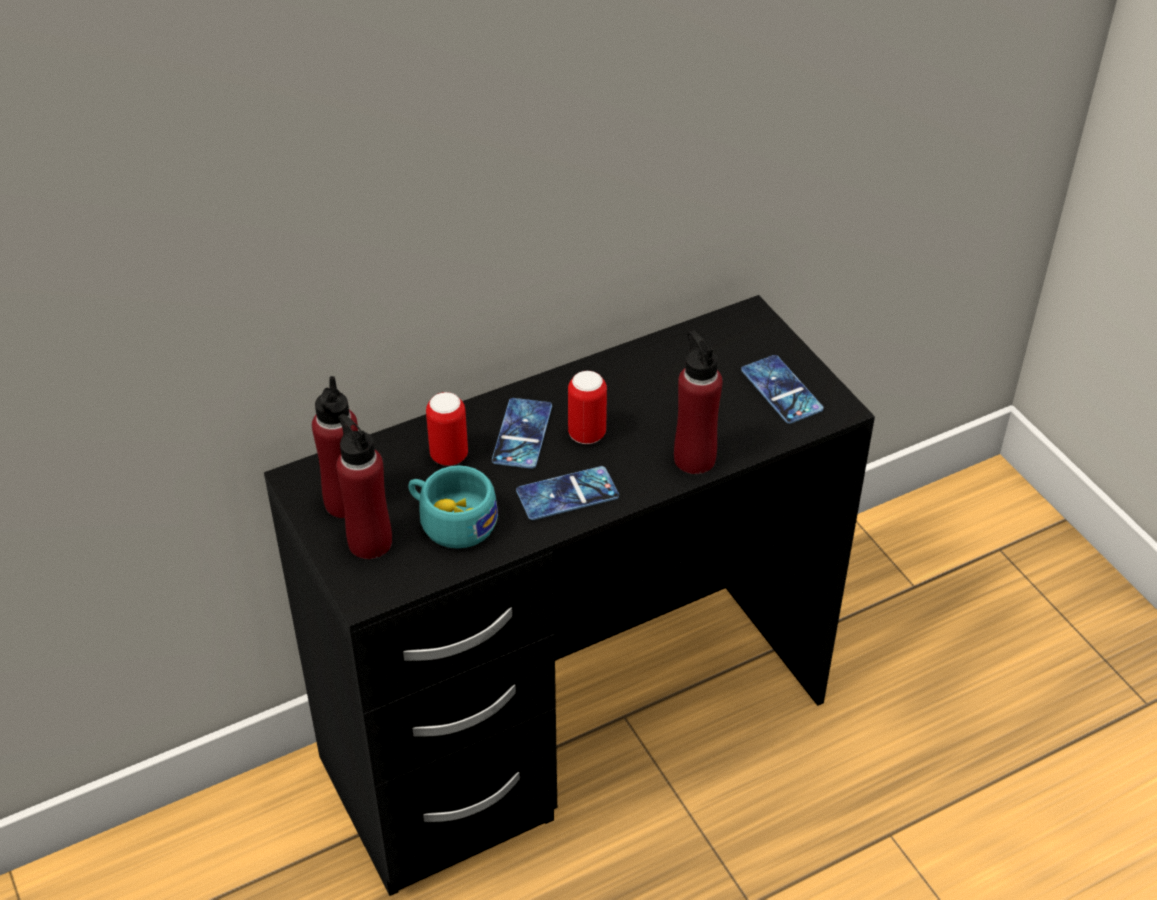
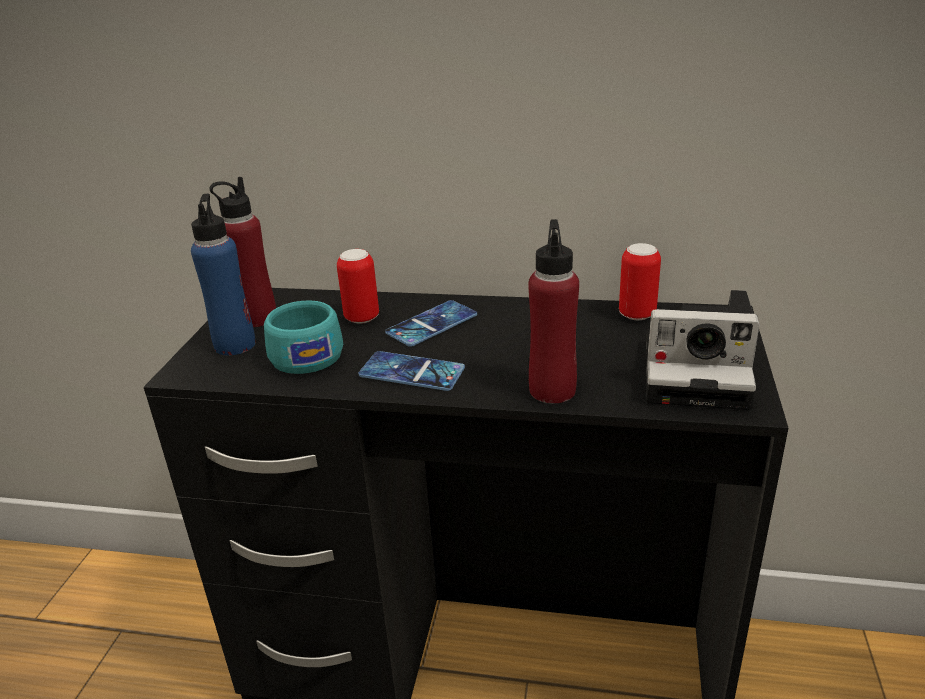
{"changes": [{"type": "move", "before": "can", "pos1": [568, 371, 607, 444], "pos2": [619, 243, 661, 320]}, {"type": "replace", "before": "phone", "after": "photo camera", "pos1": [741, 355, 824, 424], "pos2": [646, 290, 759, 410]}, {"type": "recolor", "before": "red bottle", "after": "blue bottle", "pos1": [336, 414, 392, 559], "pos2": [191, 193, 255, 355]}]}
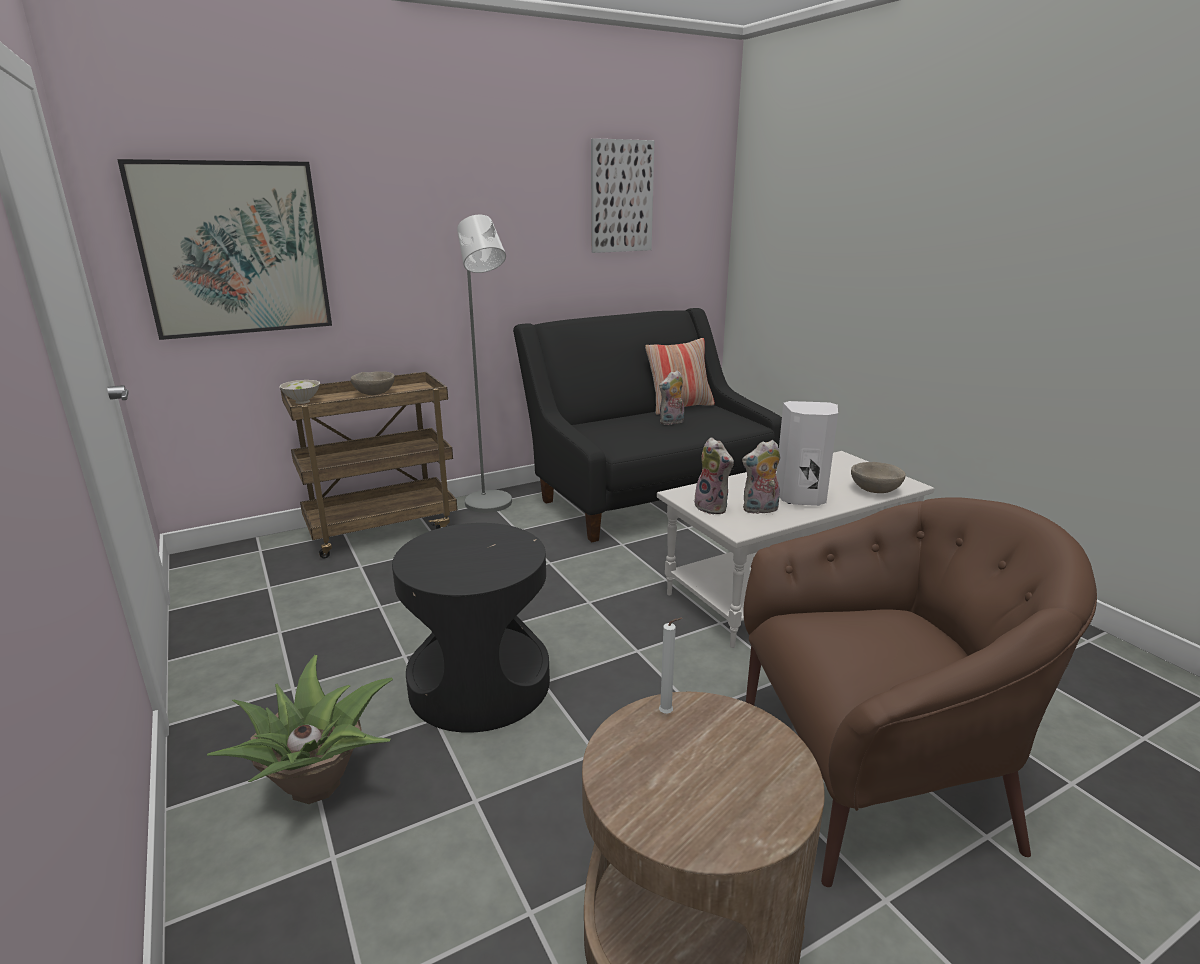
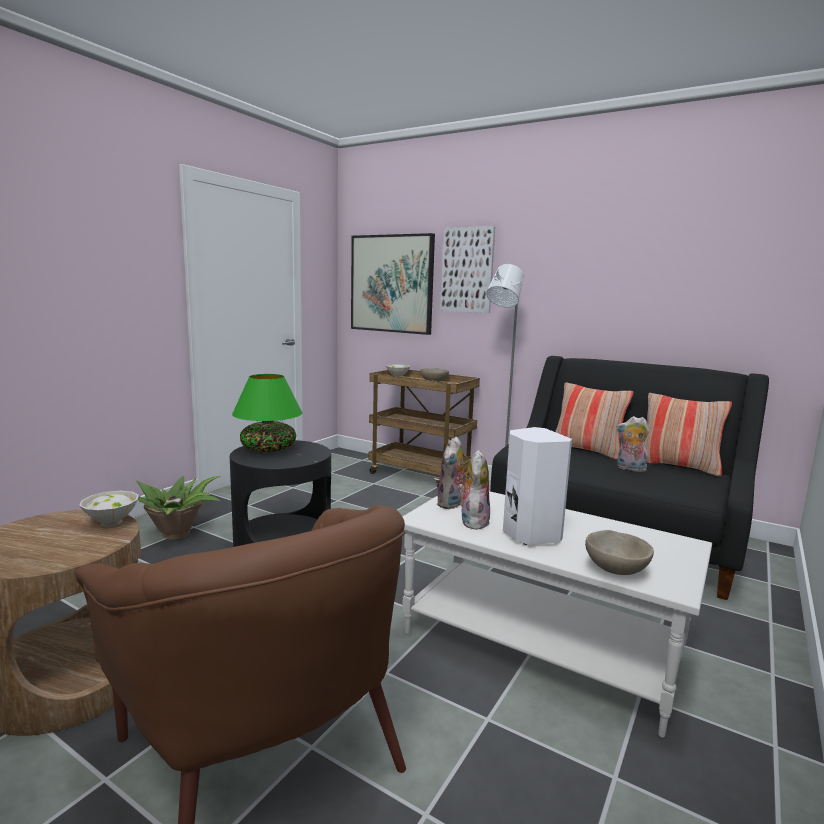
{"changes": [{"type": "insert", "after": "green table lamp", "pos2": [232, 374, 302, 452]}, {"type": "insert", "after": "pillow", "pos2": [555, 382, 634, 460]}, {"type": "move", "before": "picture", "pos1": [591, 138, 654, 253], "pos2": [440, 226, 495, 313]}, {"type": "replace", "before": "white candle", "after": "white bowl", "pos1": [659, 618, 683, 714], "pos2": [79, 491, 139, 527]}, {"type": "rotate", "before": "plush toy", "pos1": [742, 440, 780, 514], "pos2": [458, 450, 490, 530], "turn": 60}]}
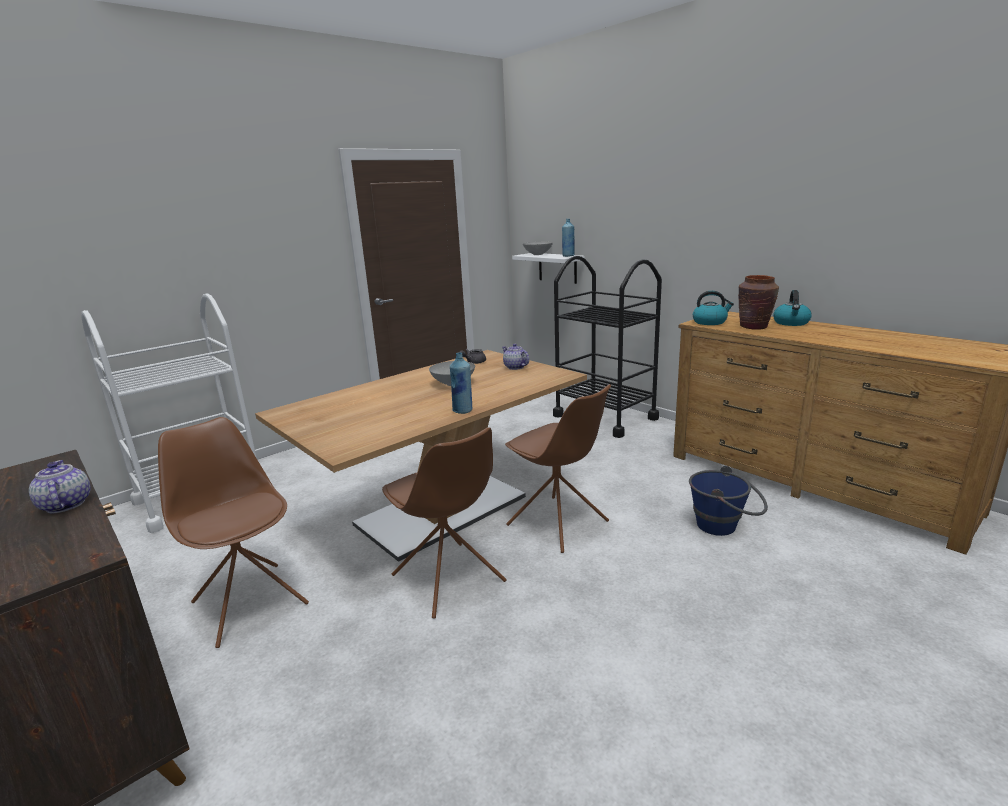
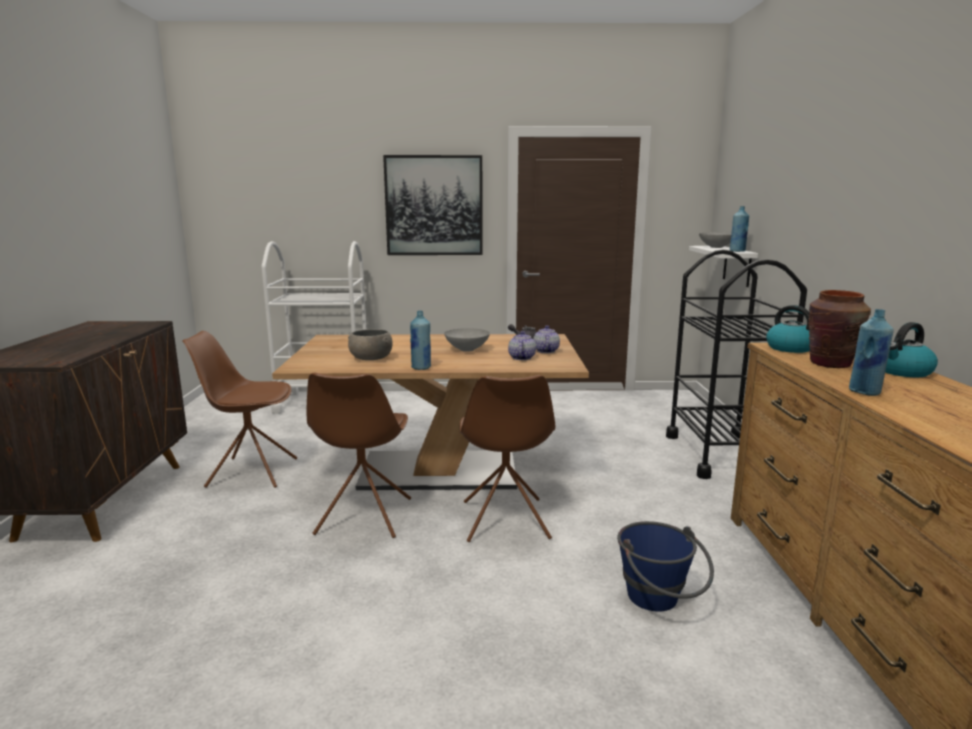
{"changes": [{"type": "insert", "after": "grey bowl", "pos2": [348, 329, 393, 360]}, {"type": "insert", "after": "picture", "pos2": [383, 155, 482, 255]}, {"type": "insert", "after": "blue bottle", "pos2": [849, 309, 894, 396]}, {"type": "move", "before": "teapot", "pos1": [29, 460, 91, 513], "pos2": [508, 331, 536, 360]}, {"type": "rotate", "before": "brown chair", "pos1": [158, 417, 309, 648], "pos2": [183, 331, 297, 488], "turn": -90}]}
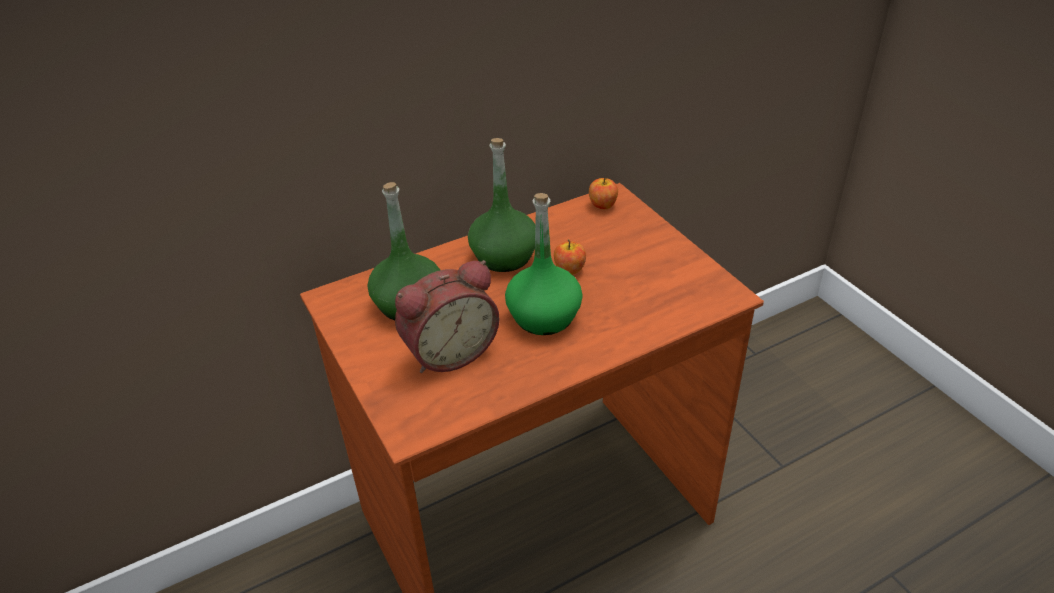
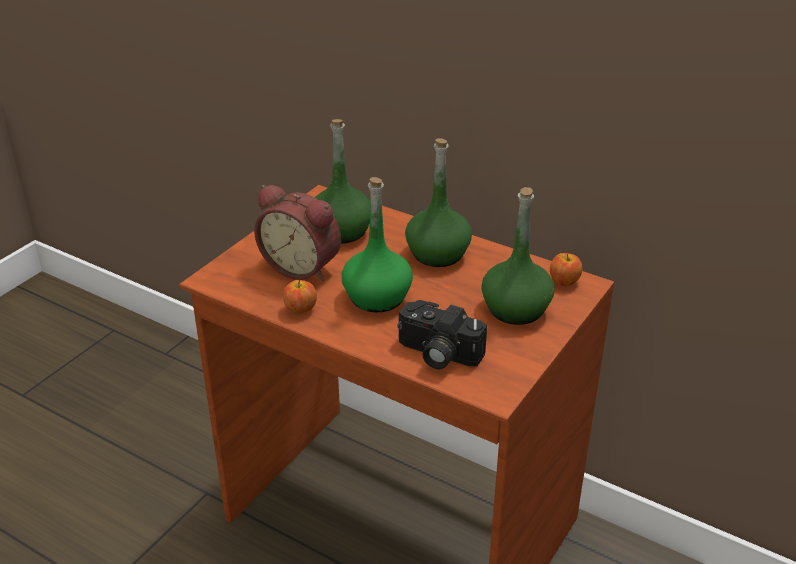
{"changes": [{"type": "insert", "after": "photo camera", "pos2": [397, 300, 487, 369]}, {"type": "insert", "after": "green bottle", "pos2": [481, 187, 554, 325]}, {"type": "move", "before": "apple", "pos1": [554, 239, 586, 275], "pos2": [283, 278, 317, 314]}]}
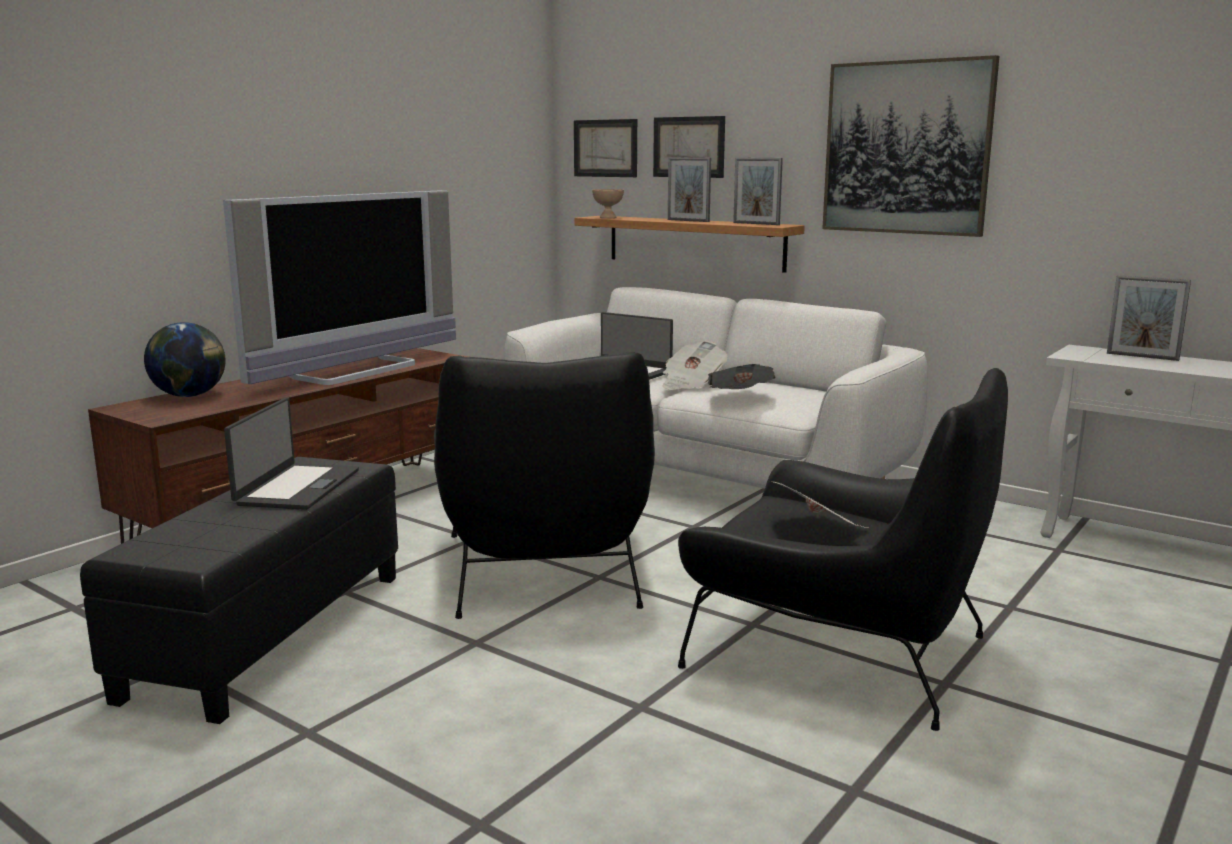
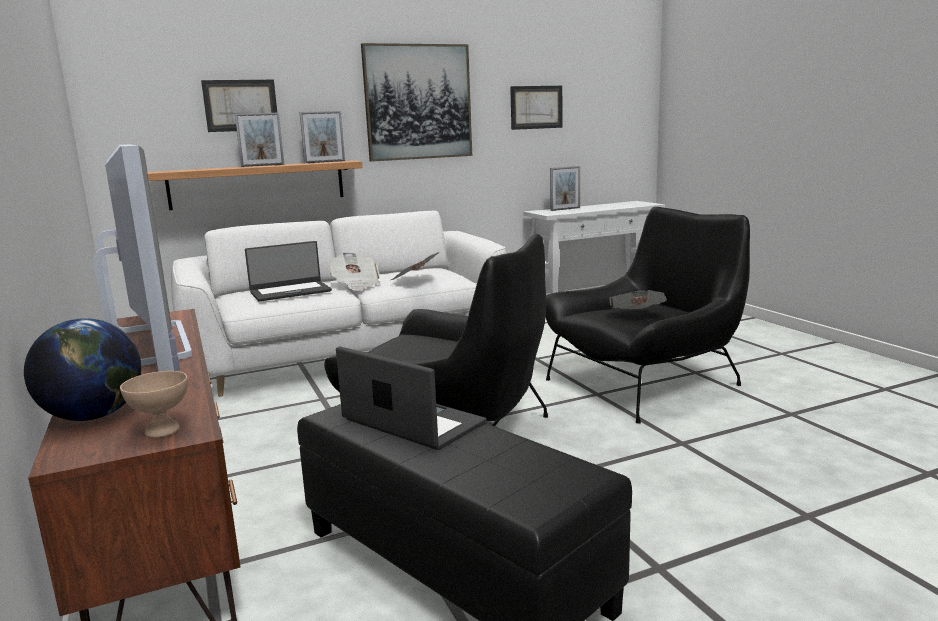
{"changes": [{"type": "move", "before": "picture", "pos1": [574, 119, 637, 177], "pos2": [510, 86, 563, 130]}, {"type": "move", "before": "beige bowl", "pos1": [592, 189, 624, 218], "pos2": [120, 371, 188, 438]}]}
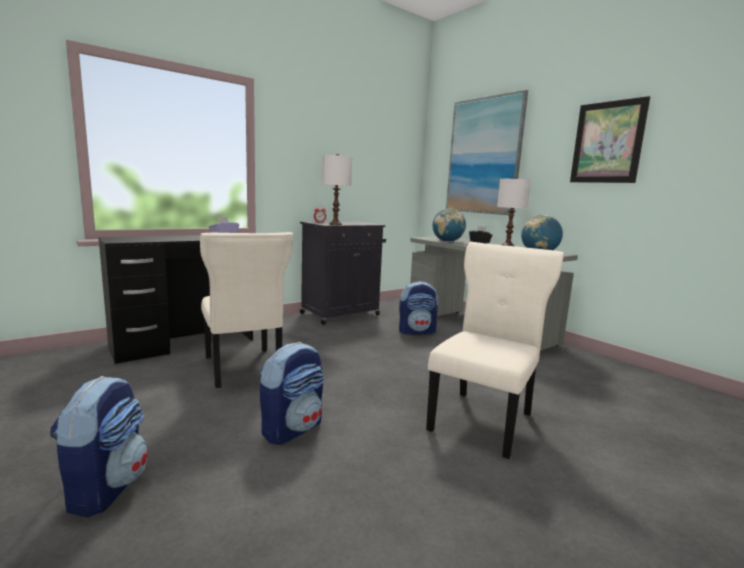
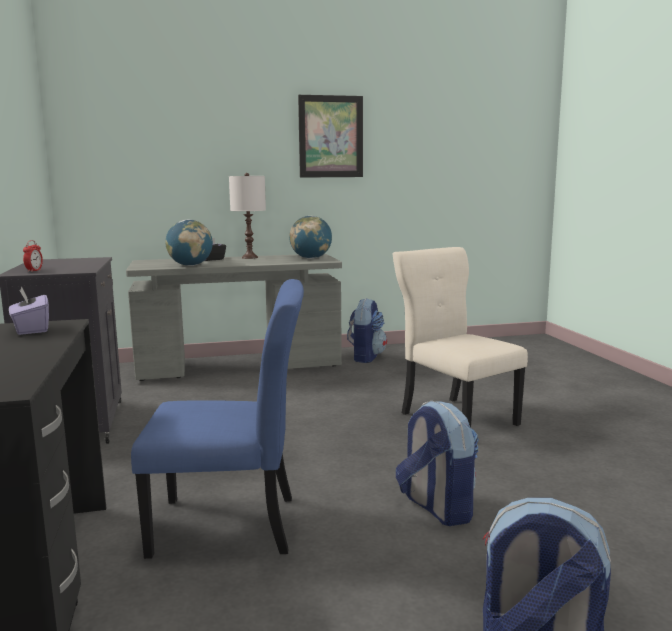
{"changes": [{"type": "delete", "before": "white table lamp", "pos1": [322, 154, 352, 225]}, {"type": "delete", "before": "picture", "pos1": [446, 90, 528, 215]}, {"type": "move", "before": "backpack", "pos1": [399, 281, 438, 334], "pos2": [347, 298, 387, 363]}, {"type": "recolor", "before": "beige chair", "after": "blue chair", "pos1": [200, 232, 293, 388], "pos2": [131, 279, 304, 559]}]}
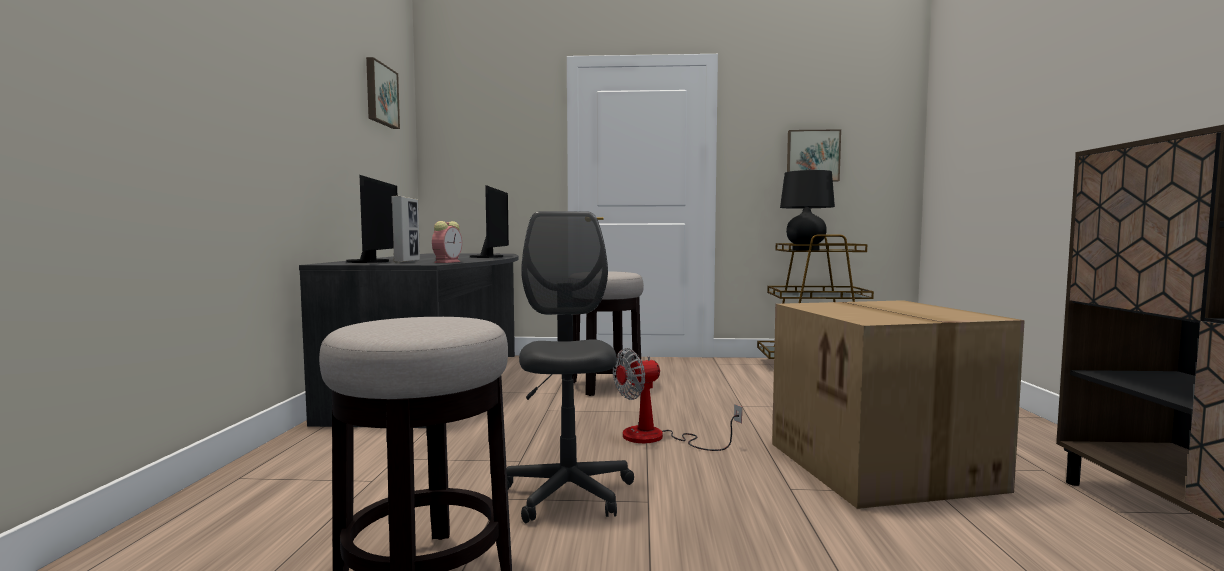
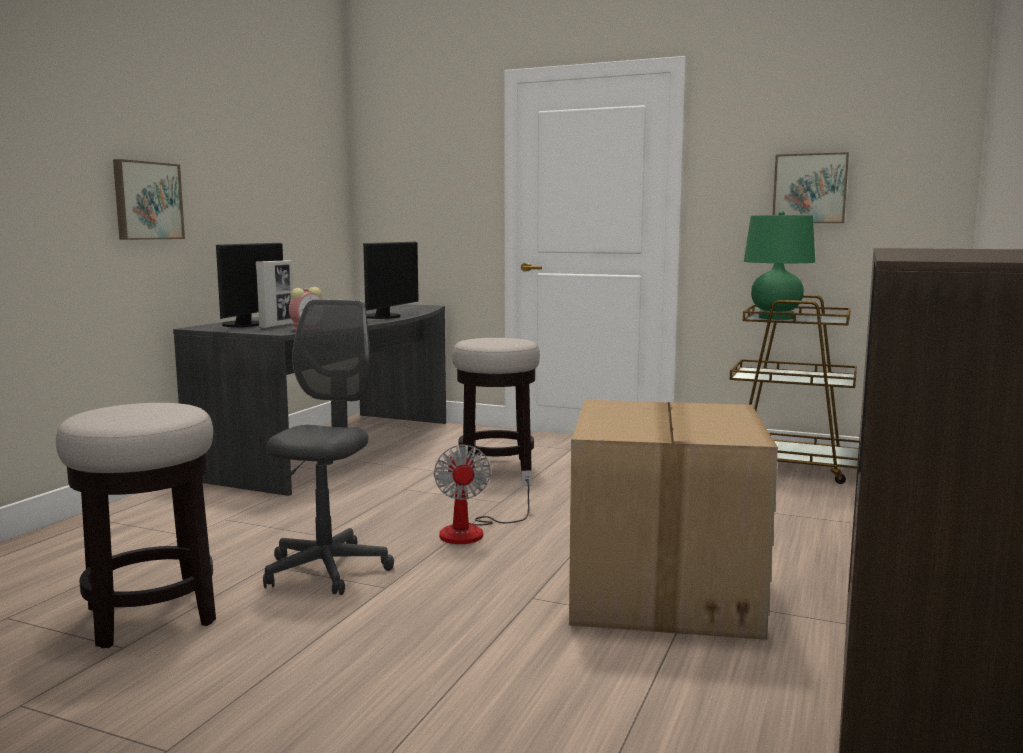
{"changes": [{"type": "move", "before": "picture", "pos1": [366, 57, 400, 129], "pos2": [113, 159, 185, 240]}, {"type": "recolor", "before": "black table lamp", "after": "green table lamp", "pos1": [780, 169, 835, 251], "pos2": [744, 211, 815, 320]}, {"type": "rotate", "before": "fan", "pos1": [613, 348, 742, 451], "pos2": [434, 444, 532, 544], "turn": -90}]}
